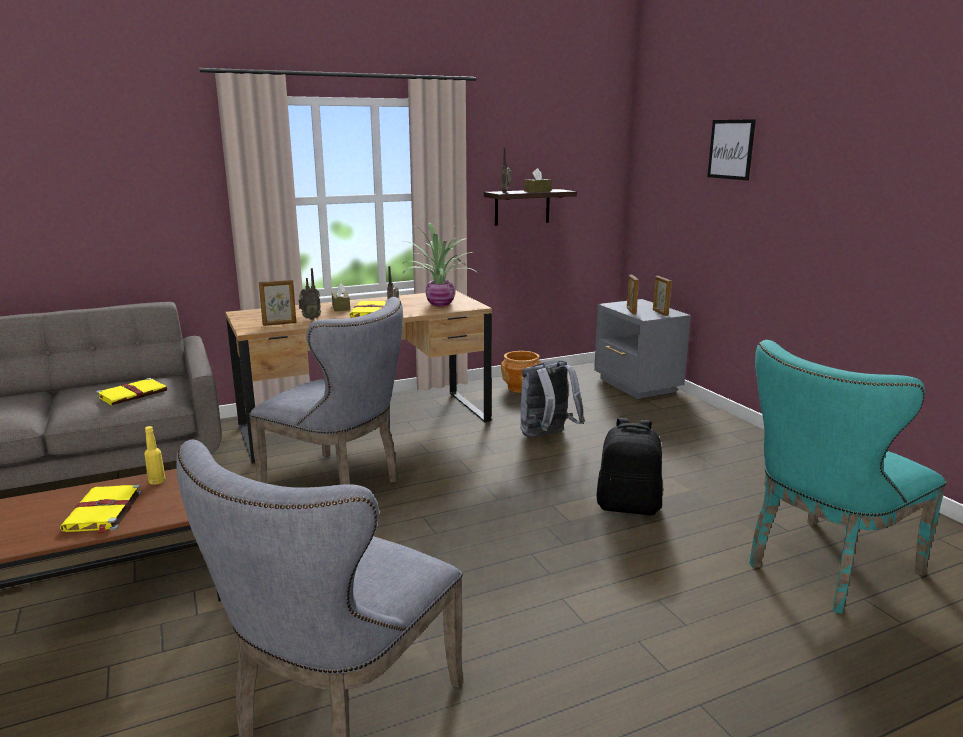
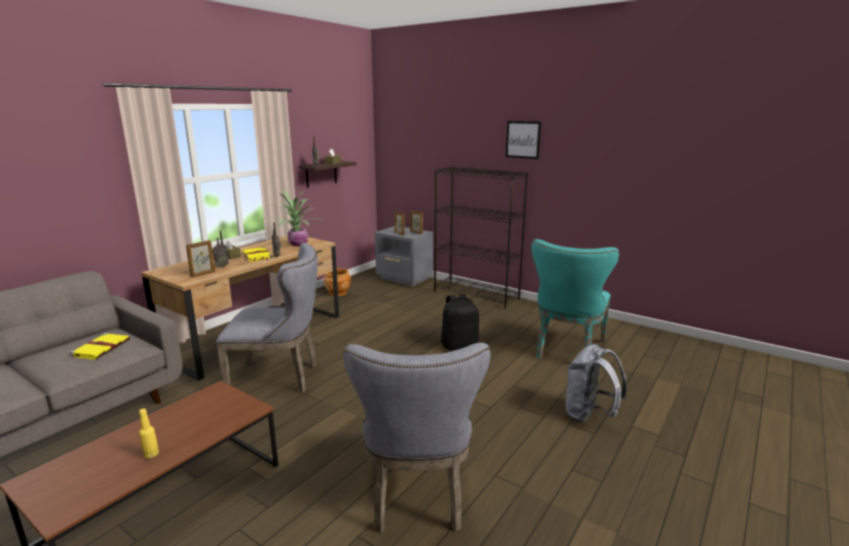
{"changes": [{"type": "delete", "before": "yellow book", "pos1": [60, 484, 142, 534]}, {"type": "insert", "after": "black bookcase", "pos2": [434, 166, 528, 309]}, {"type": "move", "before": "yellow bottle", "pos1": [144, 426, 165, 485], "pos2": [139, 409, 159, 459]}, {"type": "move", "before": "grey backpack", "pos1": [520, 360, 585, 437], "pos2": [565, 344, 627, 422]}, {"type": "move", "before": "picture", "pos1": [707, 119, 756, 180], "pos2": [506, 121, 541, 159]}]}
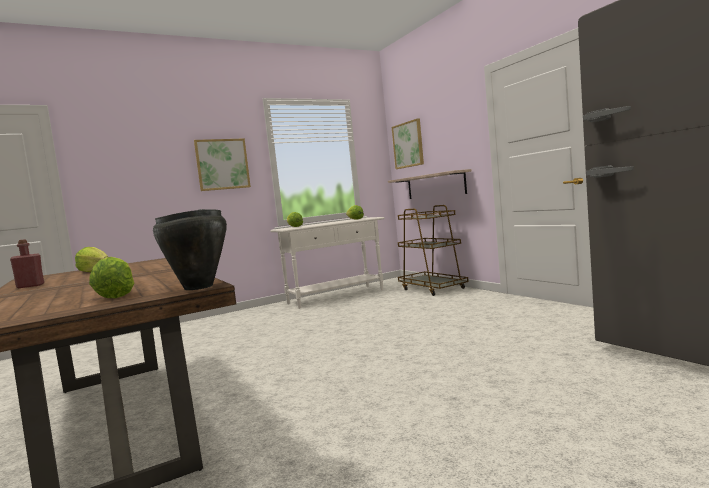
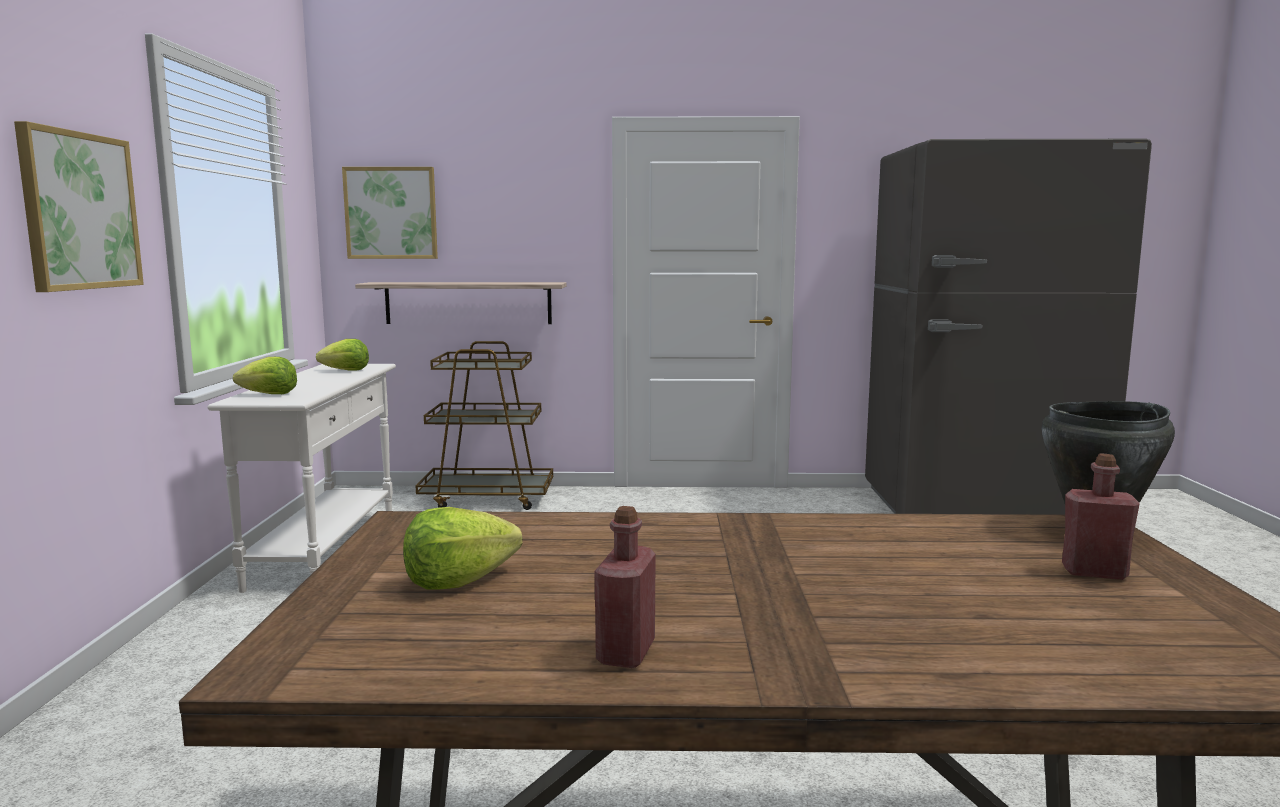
{"changes": [{"type": "replace", "before": "lettuce", "after": "red bottle", "pos1": [89, 257, 134, 298], "pos2": [1062, 454, 1140, 580]}]}
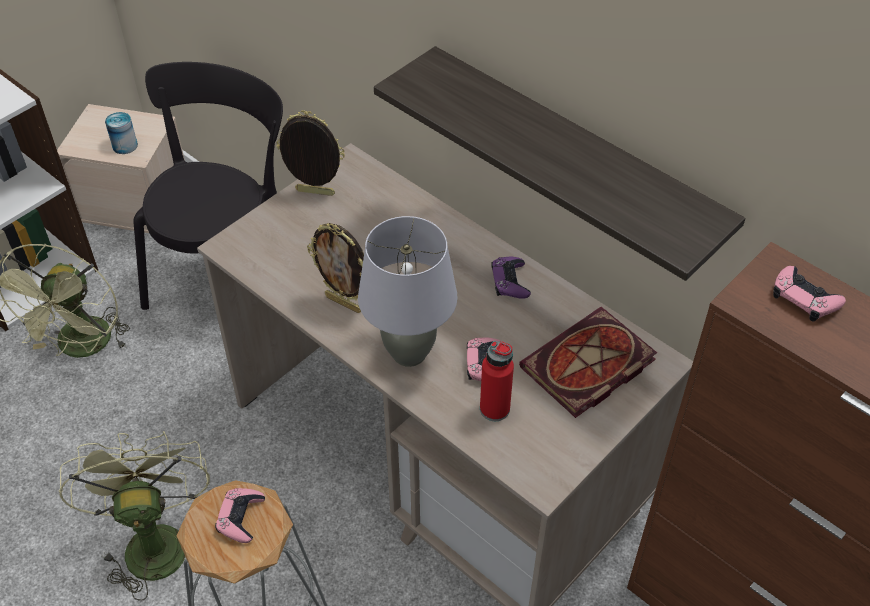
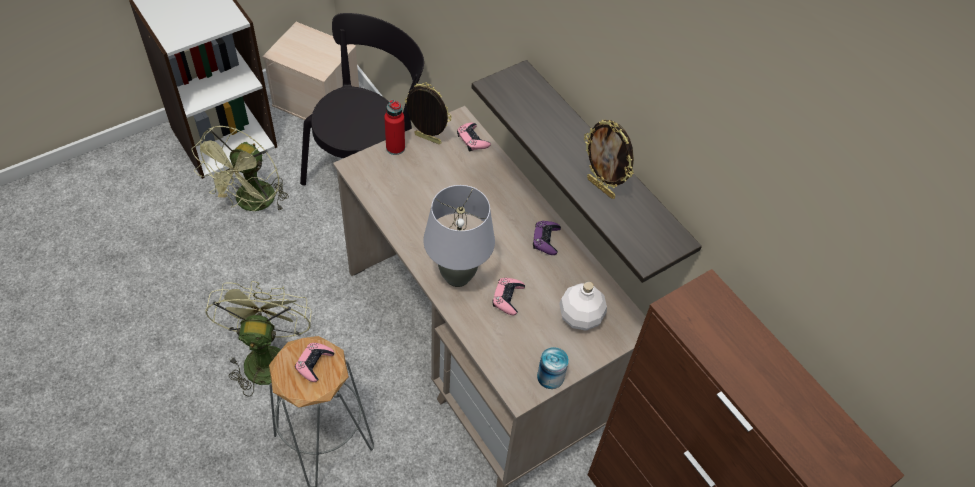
{"changes": [{"type": "move", "before": "can", "pos1": [105, 112, 138, 154], "pos2": [537, 347, 569, 389]}, {"type": "move", "before": "picture frame", "pos1": [307, 223, 364, 313], "pos2": [584, 120, 634, 199]}, {"type": "move", "before": "red bottle", "pos1": [480, 341, 514, 421], "pos2": [384, 100, 405, 155]}, {"type": "move", "before": "pink game controller", "pos1": [773, 266, 846, 322], "pos2": [457, 123, 491, 152]}, {"type": "replace", "before": "book", "after": "white bottle", "pos1": [519, 307, 657, 418], "pos2": [559, 281, 607, 331]}]}
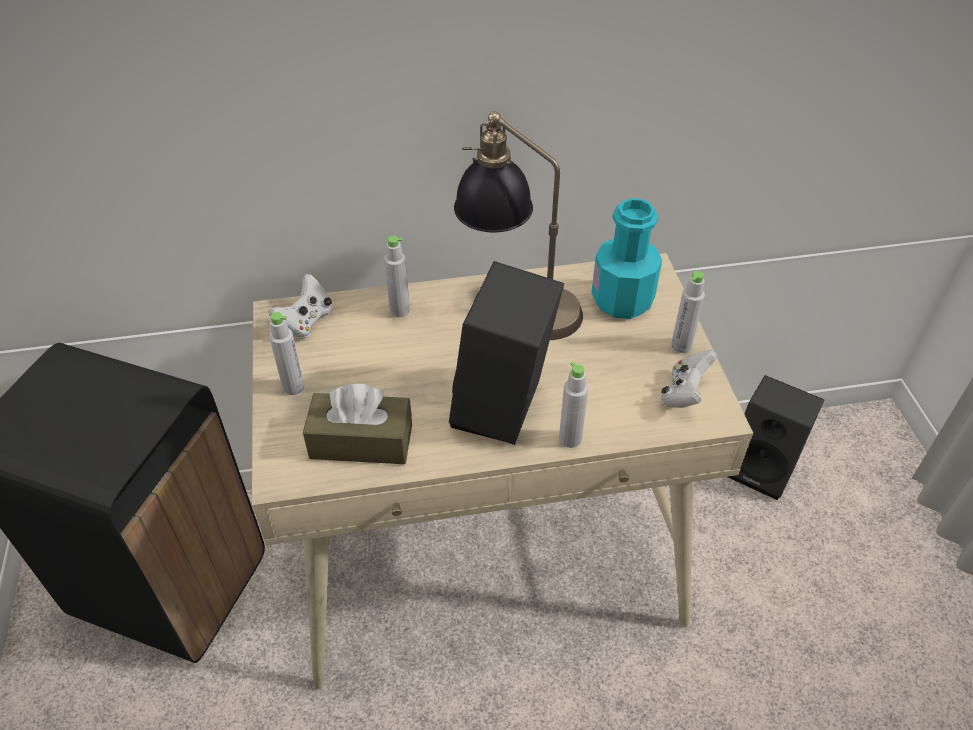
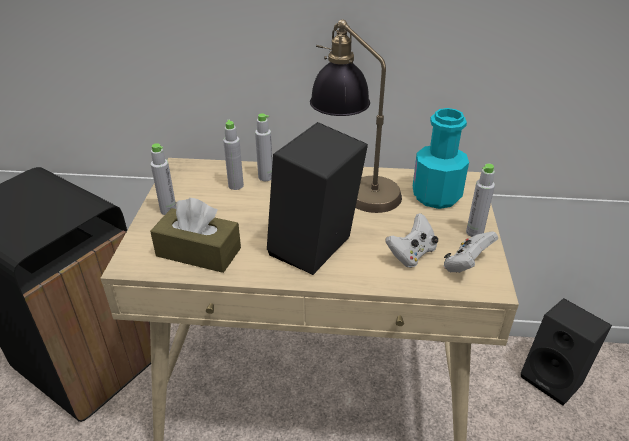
{"changes": [{"type": "move", "before": "white game controller", "pos1": [269, 274, 332, 338], "pos2": [385, 213, 438, 268]}, {"type": "move", "before": "grey bottle", "pos1": [559, 362, 588, 448], "pos2": [223, 120, 244, 190]}]}
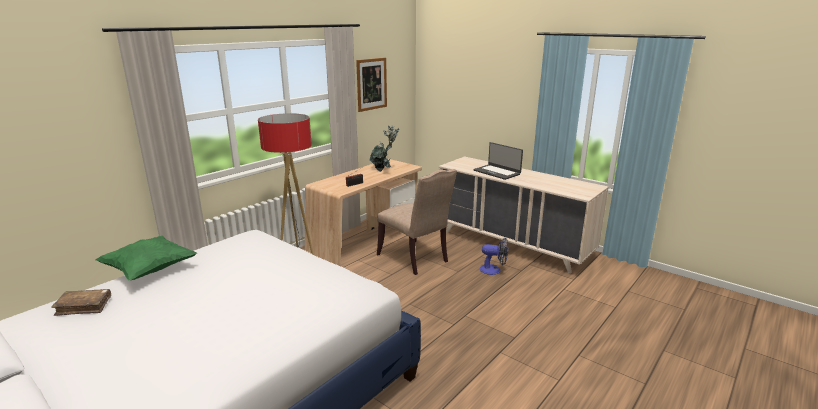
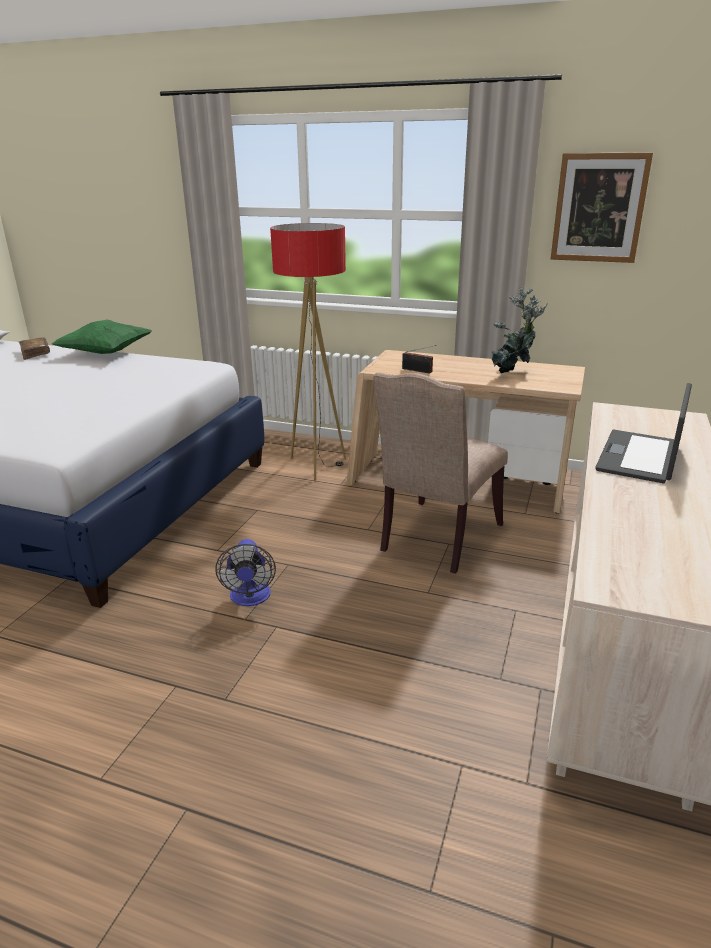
{"changes": [{"type": "move", "before": "fan", "pos1": [480, 238, 508, 275], "pos2": [215, 539, 276, 606]}]}
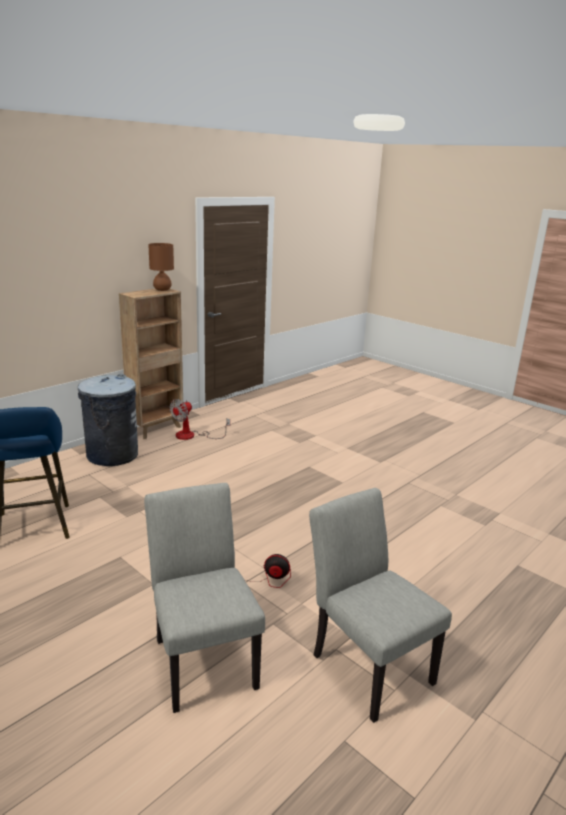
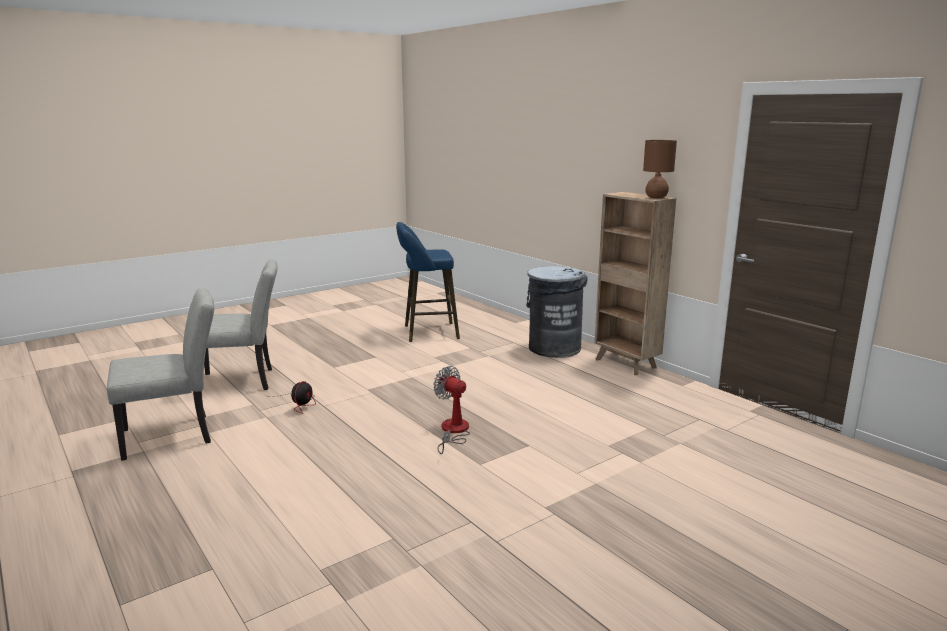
{"changes": [{"type": "move", "before": "fan", "pos1": [170, 399, 230, 440], "pos2": [433, 366, 470, 454]}]}
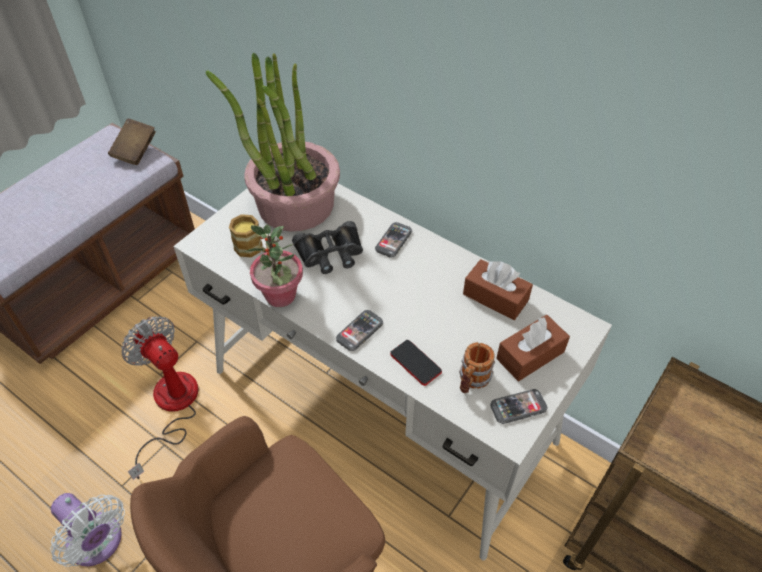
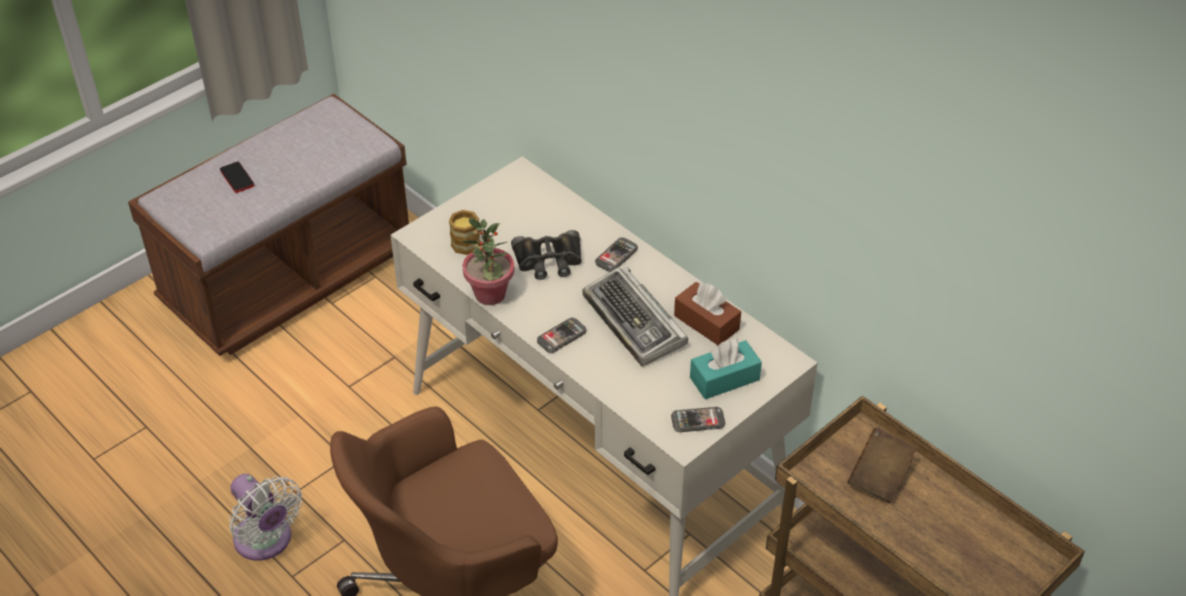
{"changes": [{"type": "delete", "before": "fan", "pos1": [122, 316, 199, 480]}, {"type": "delete", "before": "potted plant", "pos1": [206, 53, 340, 231]}, {"type": "delete", "before": "mug", "pos1": [459, 342, 495, 393]}, {"type": "insert", "after": "keyboard", "pos2": [582, 267, 688, 367]}, {"type": "move", "before": "brown book", "pos1": [108, 119, 156, 165], "pos2": [848, 428, 917, 504]}, {"type": "move", "before": "phone", "pos1": [390, 340, 442, 386], "pos2": [220, 162, 254, 193]}, {"type": "recolor", "before": "brown tissue box", "after": "turquoise tissue box", "pos1": [496, 315, 570, 381], "pos2": [690, 338, 762, 399]}]}
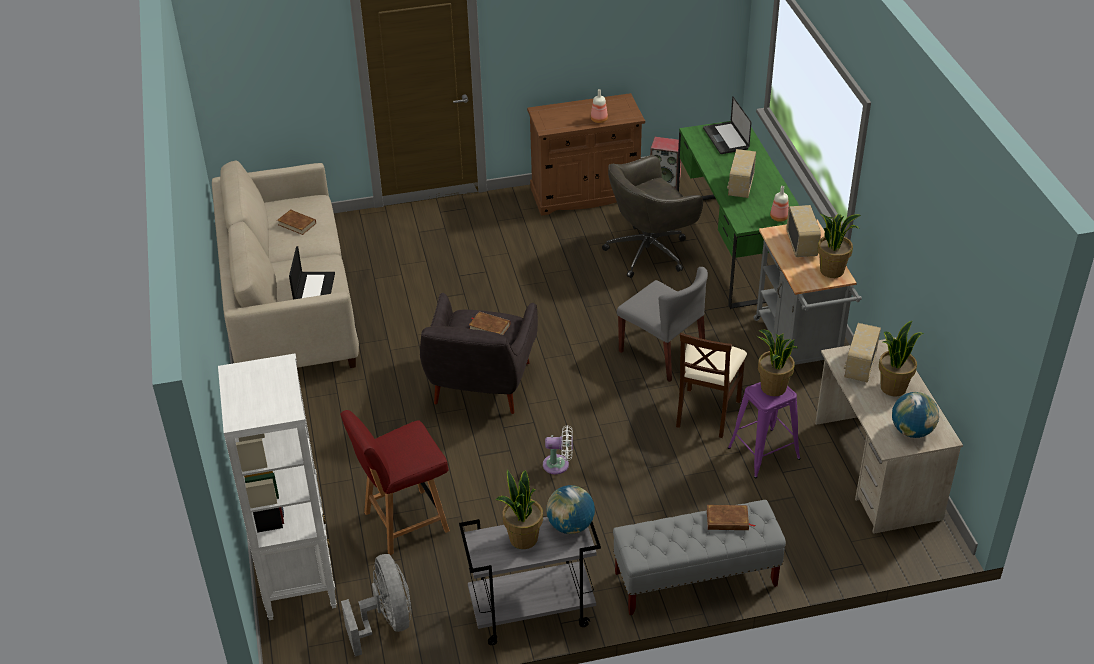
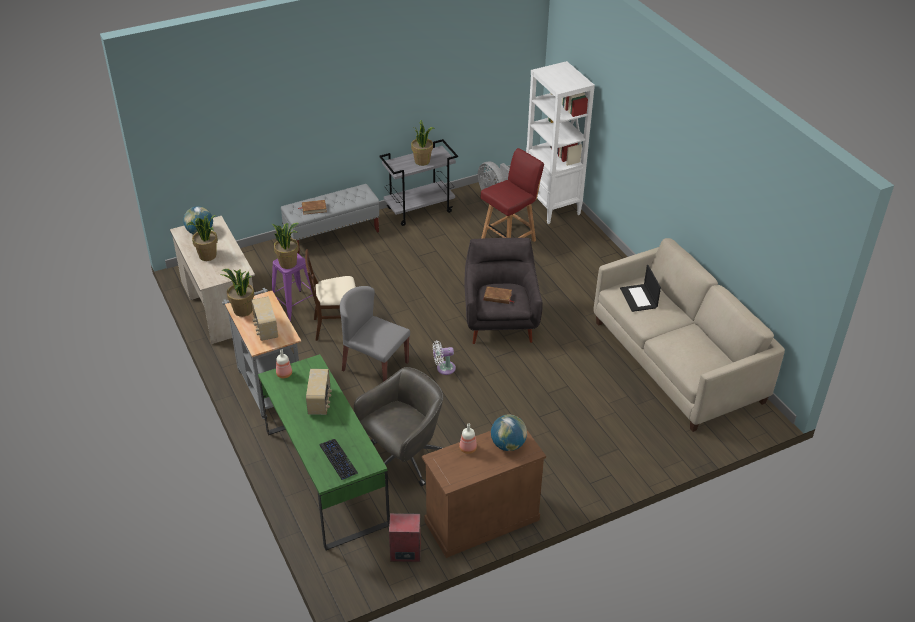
{"changes": [{"type": "delete", "before": "brown book", "pos1": [277, 209, 316, 235]}, {"type": "delete", "before": "radio", "pos1": [844, 323, 881, 383]}, {"type": "move", "before": "white fan", "pos1": [543, 425, 573, 474], "pos2": [433, 341, 456, 375]}, {"type": "move", "before": "globe", "pos1": [546, 485, 595, 534], "pos2": [491, 415, 527, 451]}, {"type": "replace", "before": "laptop", "after": "keyboard", "pos1": [703, 96, 752, 154], "pos2": [320, 439, 359, 481]}, {"type": "rotate", "before": "beige chair", "pos1": [676, 333, 747, 438], "pos2": [305, 249, 356, 341], "turn": -105}]}
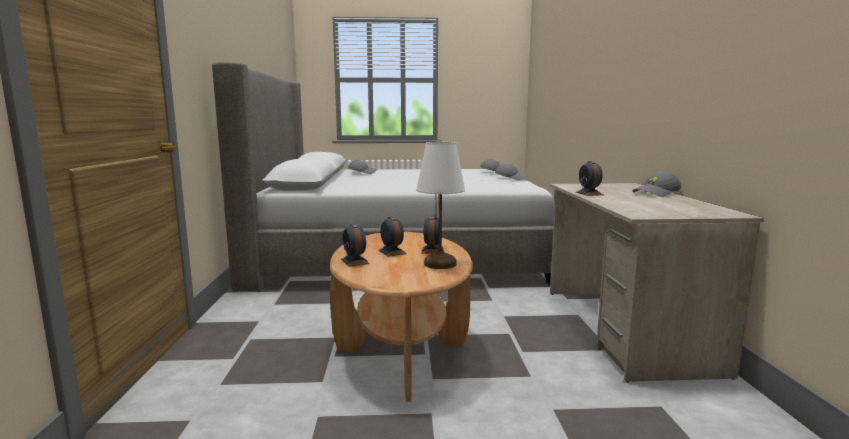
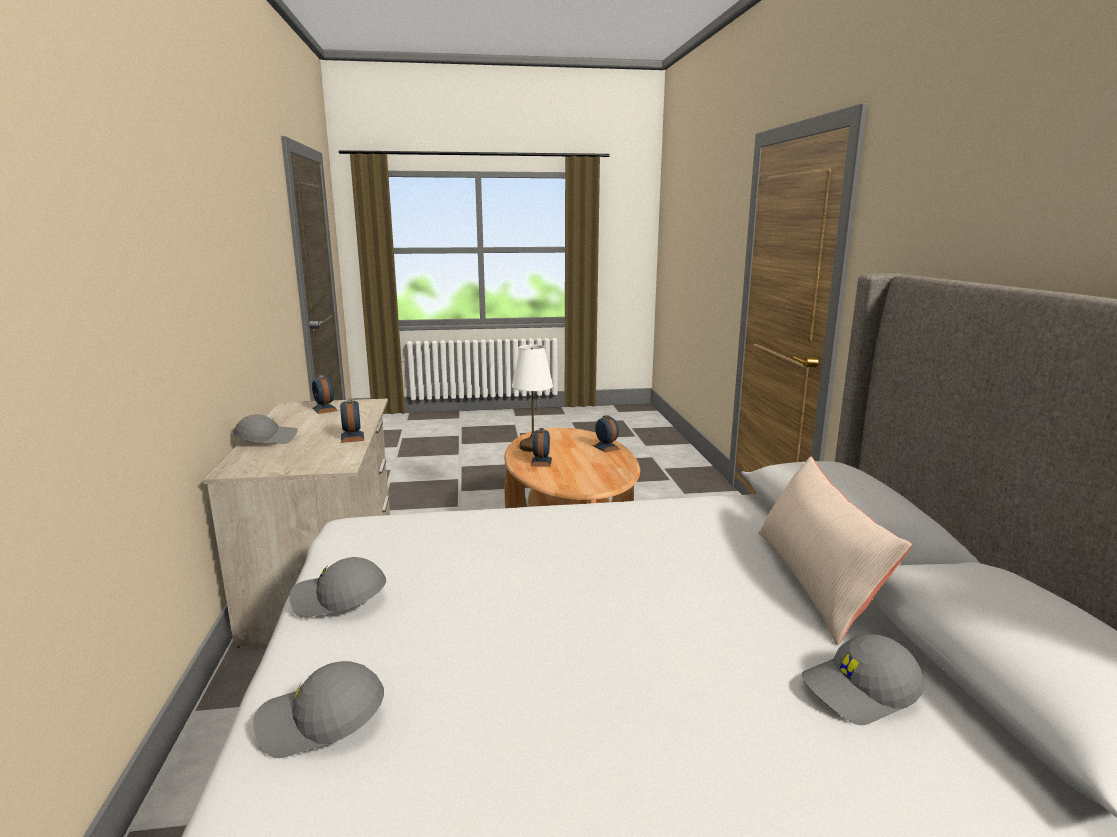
{"changes": [{"type": "insert", "after": "beige pillow", "pos2": [758, 456, 912, 645]}, {"type": "move", "before": "alarm clock", "pos1": [378, 217, 407, 257], "pos2": [312, 375, 338, 414]}]}
